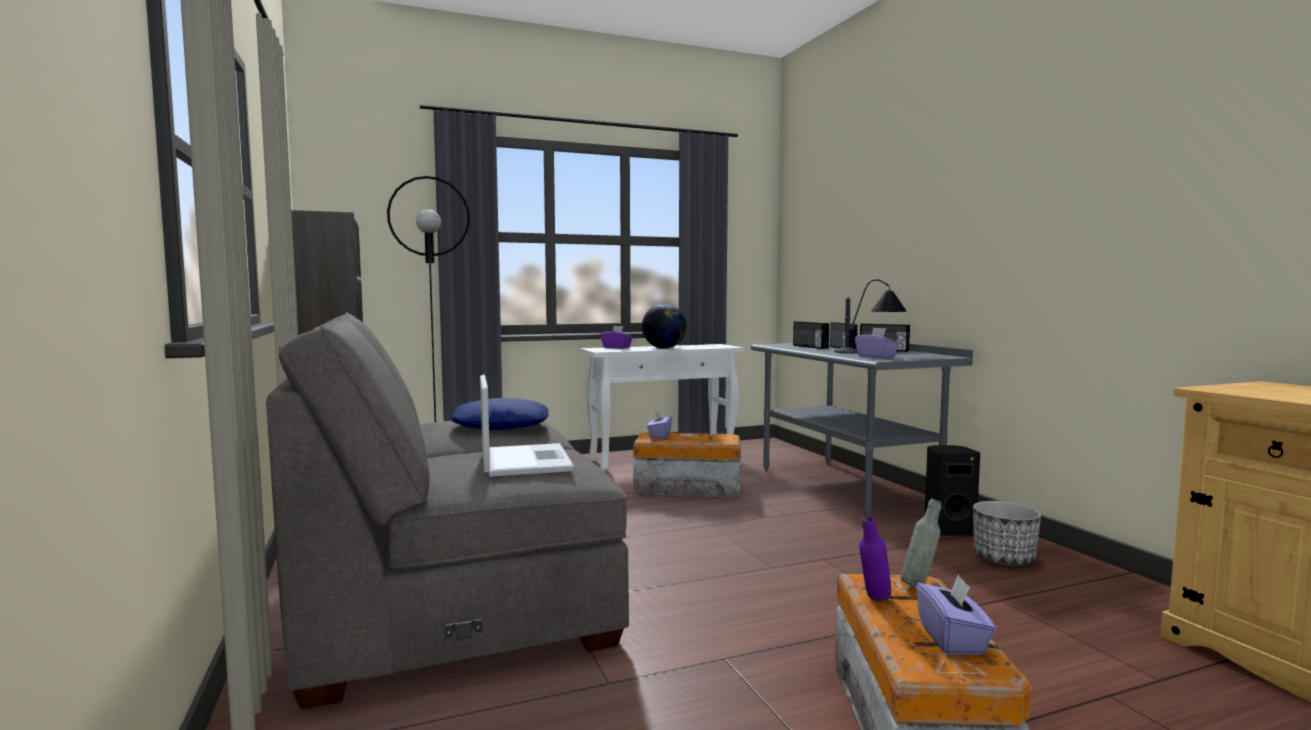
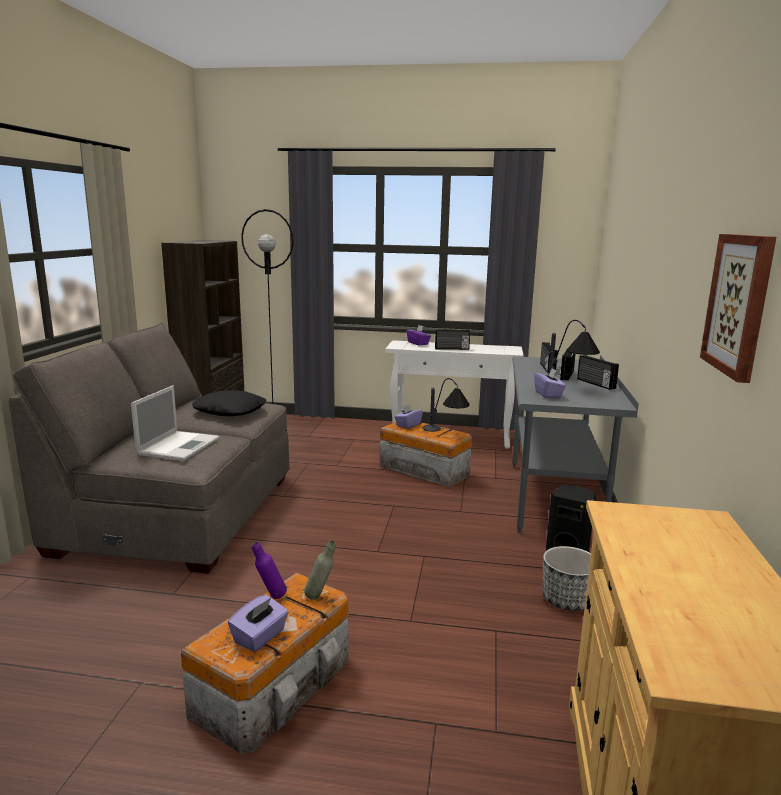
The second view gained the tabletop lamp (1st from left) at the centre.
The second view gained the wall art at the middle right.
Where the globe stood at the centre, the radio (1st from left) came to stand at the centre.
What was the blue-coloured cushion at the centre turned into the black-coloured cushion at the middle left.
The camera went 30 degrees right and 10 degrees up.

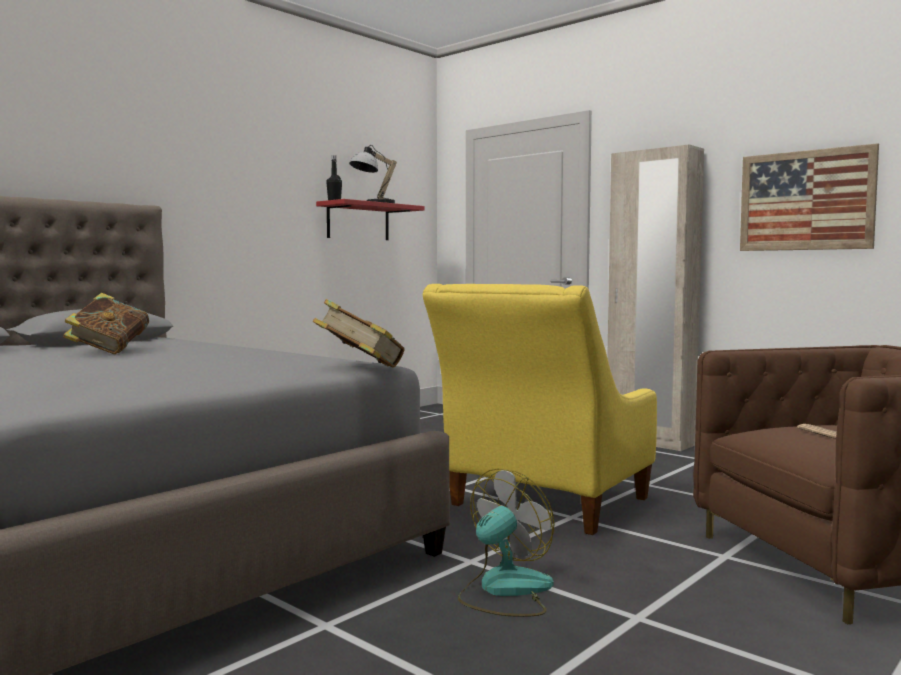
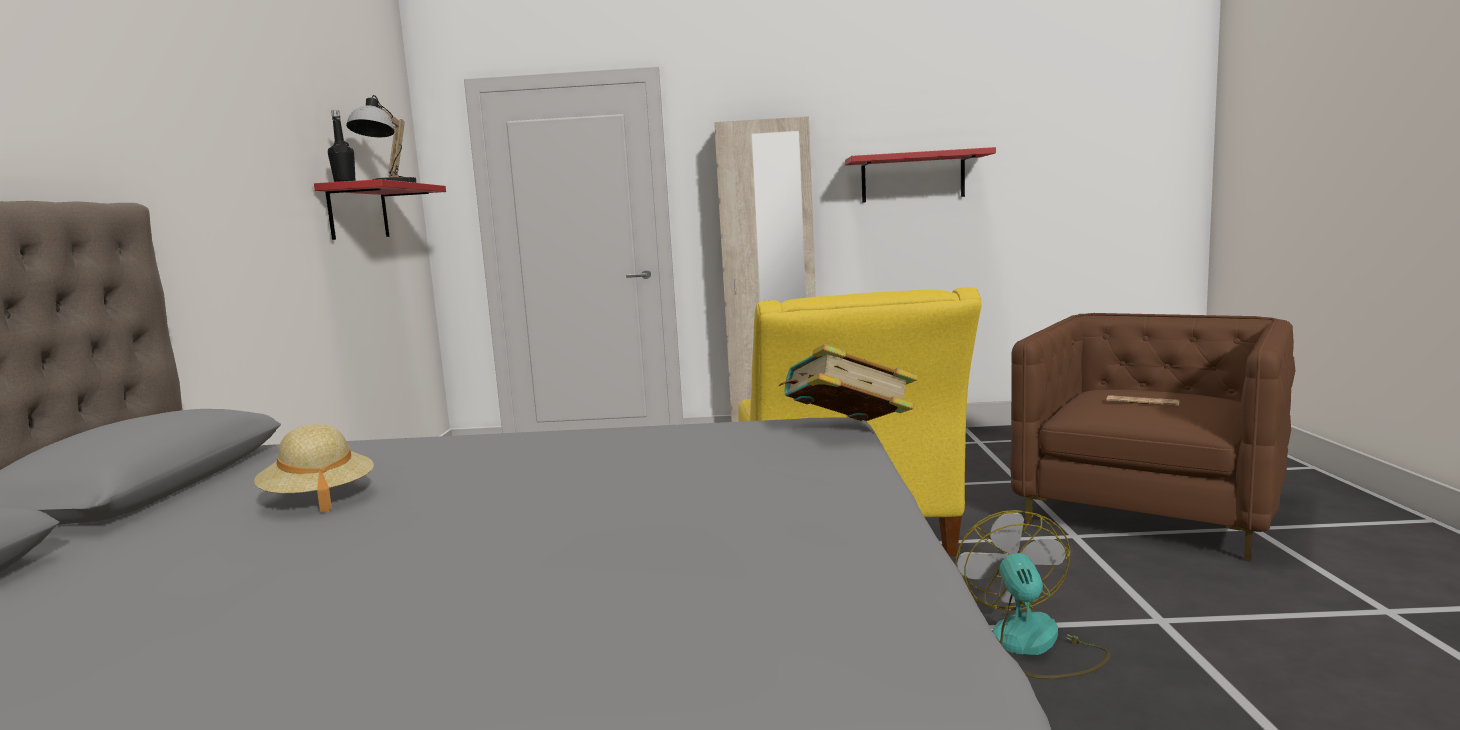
Where the book (1st from left) stood at the middle left, the beige-coloured hat came to stand at the middle left.
Where the wall art hung at the top right, the reddish shelf (2nd from left) came to hang at the top centre.
The camera went 40 degrees left and 5 degrees up.

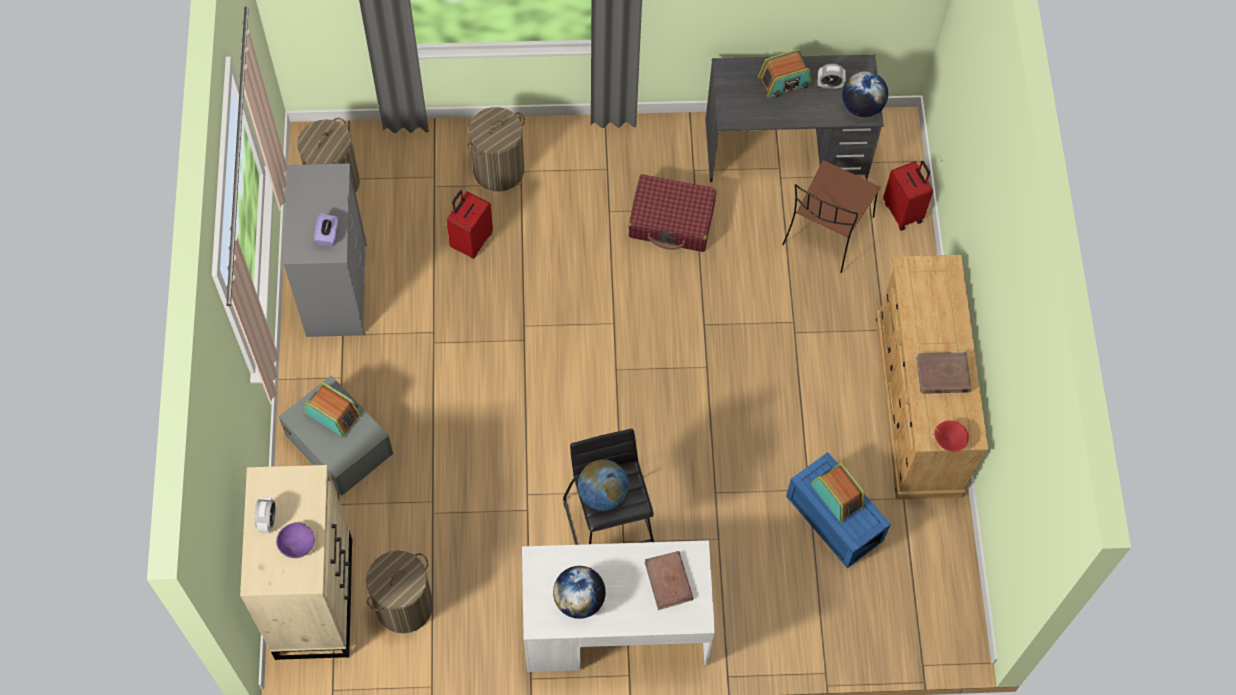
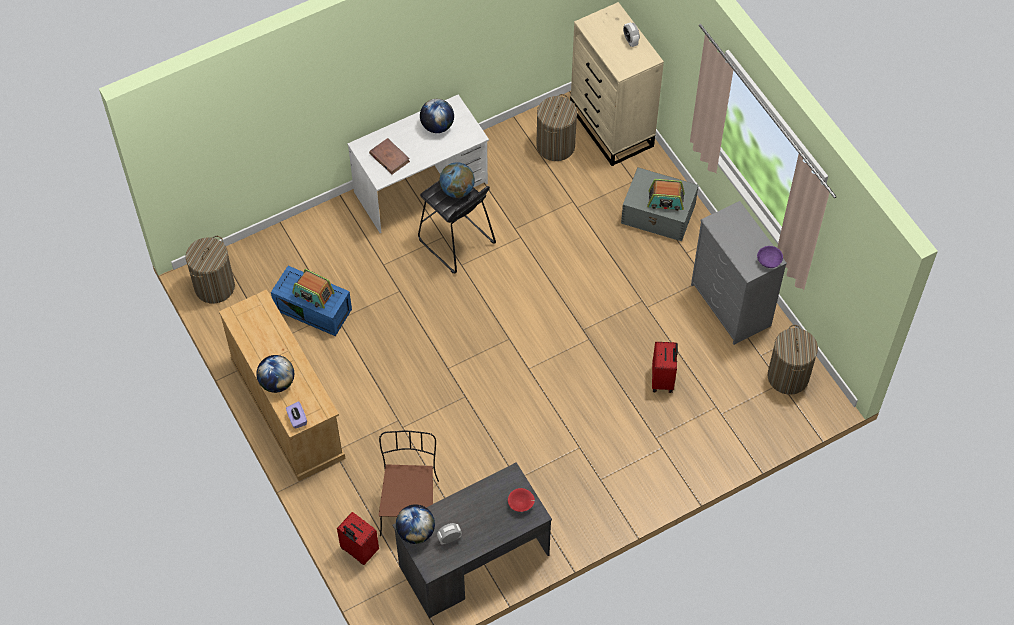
The second view lost the reddish travel case (2nd from left) at the top centre.
The second view lost the radio (2nd from left) at the top centre.
The second view lost the brown-coloured book (2nd from left) at the middle right.
The second view gained the globe (1st from left) at the middle left.
The purplish bowl ended up elsewhere, having gone from the bottom left to the middle right.
The purplish tissue box ended up elsewhere, having gone from the top left to the middle left.
The washing basket (3rd from left in the first image) ended up elsewhere, having gone from the top centre to the middle left.
The reddish bowl ended up elsewhere, having gone from the middle right to the bottom centre.
The camera went 155 degrees right and 5 degrees down.

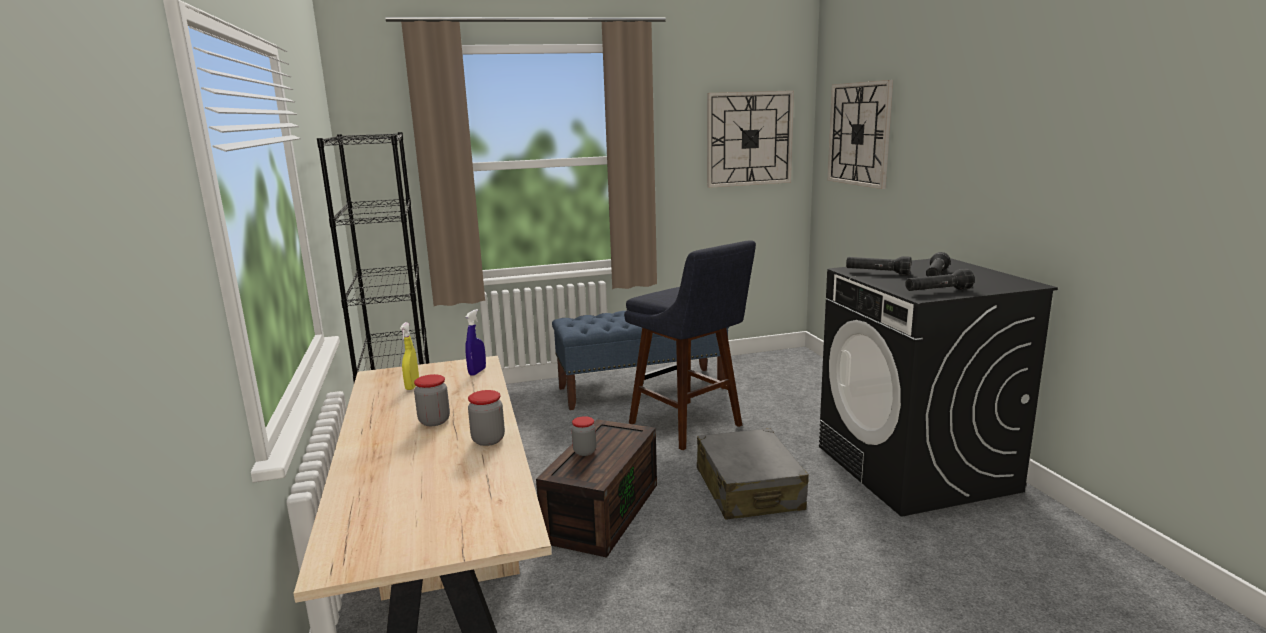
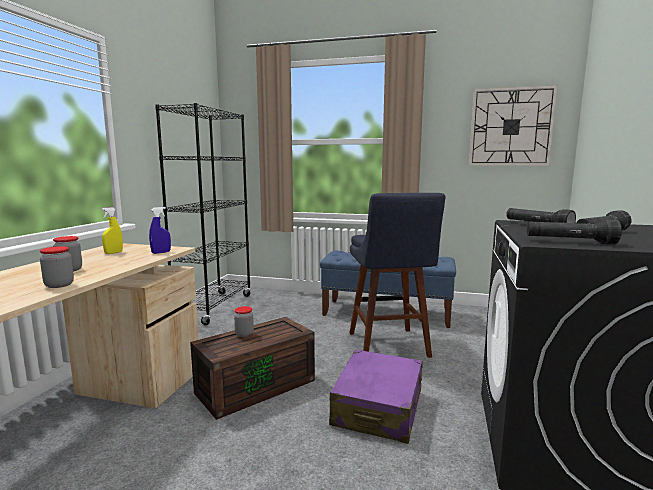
The second view lost the hanging clock (2nd from left) at the top right.
What was the gray travel case at the bottom centre turned into the purplish travel case at the bottom centre.
The camera went 30 degrees right and 5 degrees down.

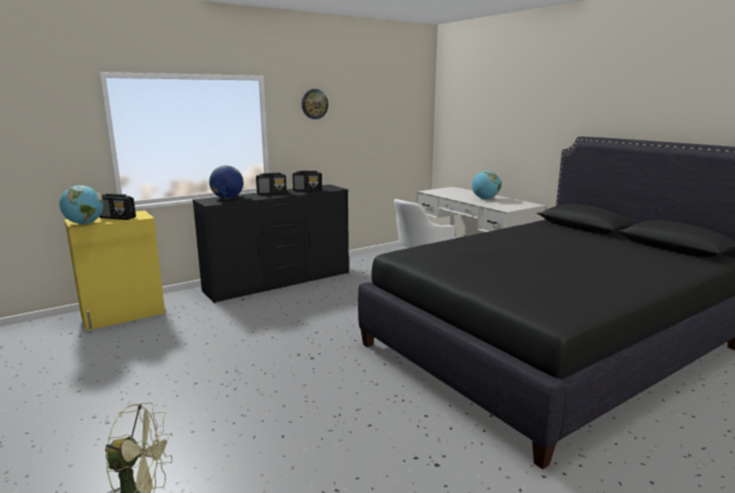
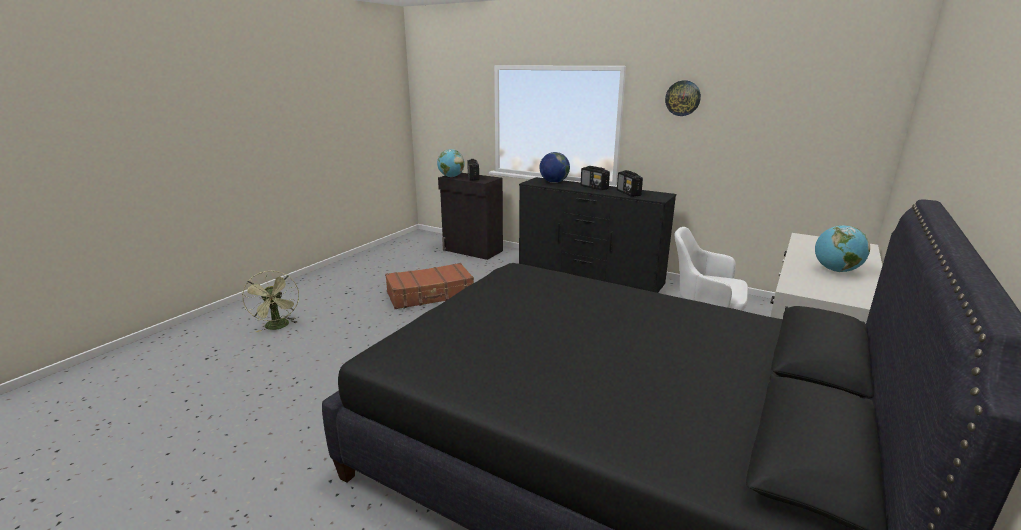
The second view gained the brown-coloured travel case at the centre.
What was the yellow cupboard at the middle left turned into the black-coloured cupboard at the centre.
The camera went 65 degrees right and 5 degrees up.

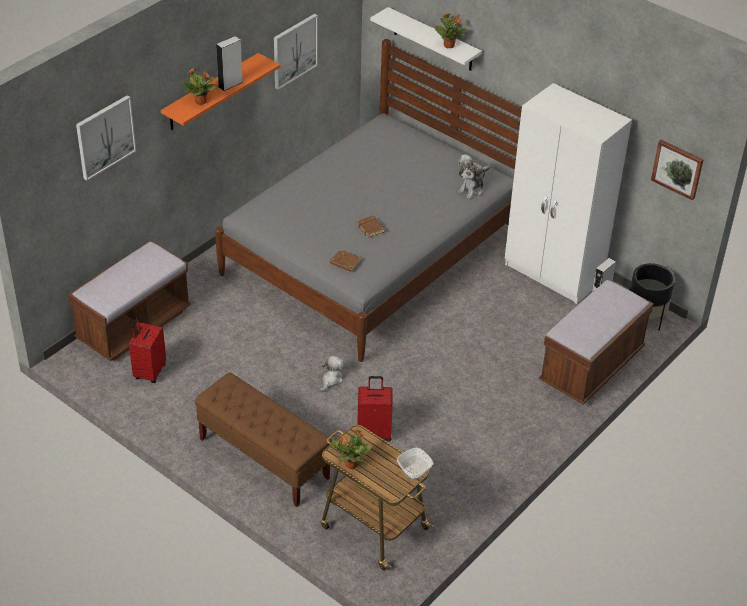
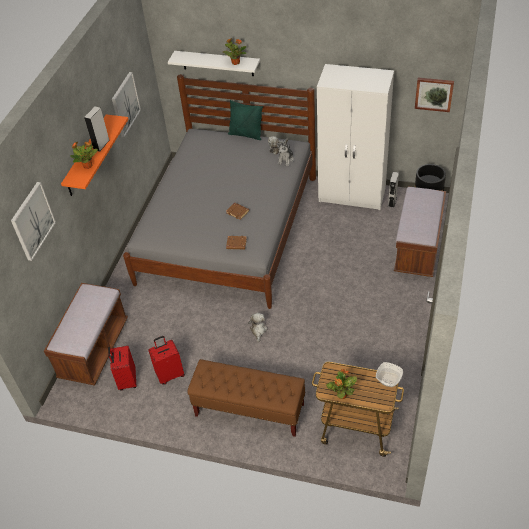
The second view gained the green-coloured cushion at the top centre.
The reddish travel case (2nd from left) ended up elsewhere, having gone from the bottom centre to the bottom left.
The camera went 20 degrees left and 5 degrees up.

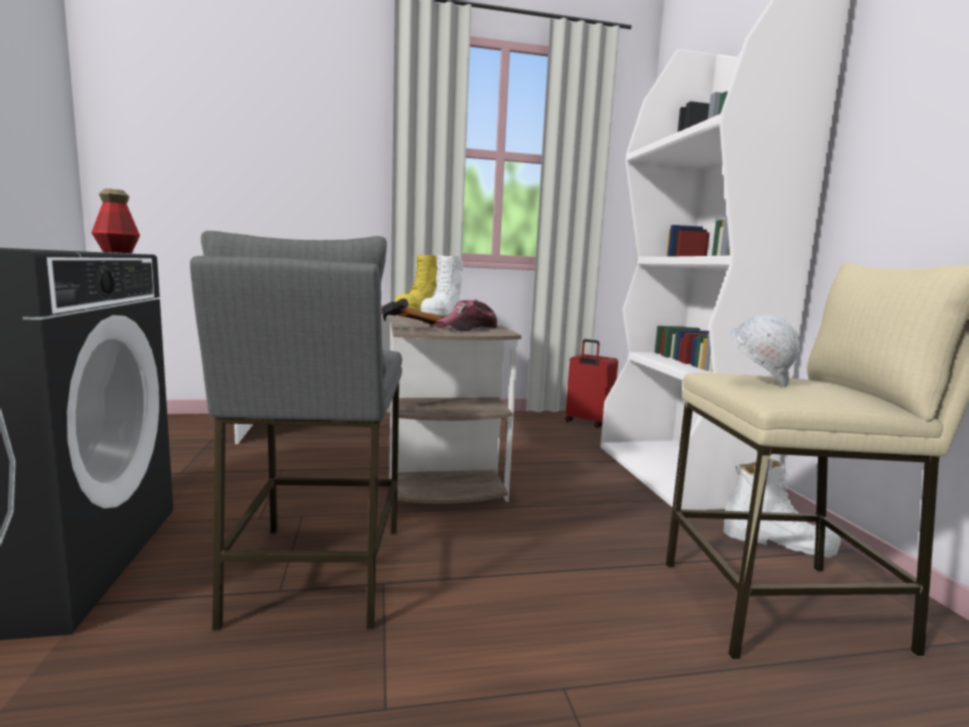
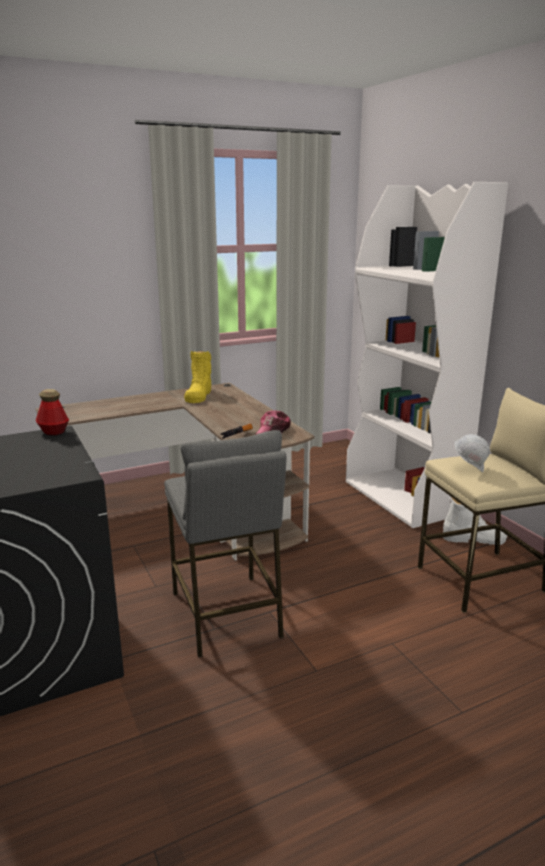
The second view lost the white-coloured boot (1st from left) at the centre.
The second view lost the reddish travel case at the centre.
The camera went 15 degrees left and 10 degrees up.

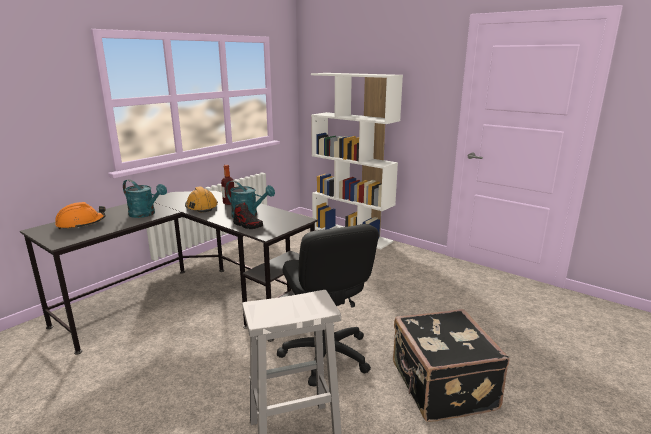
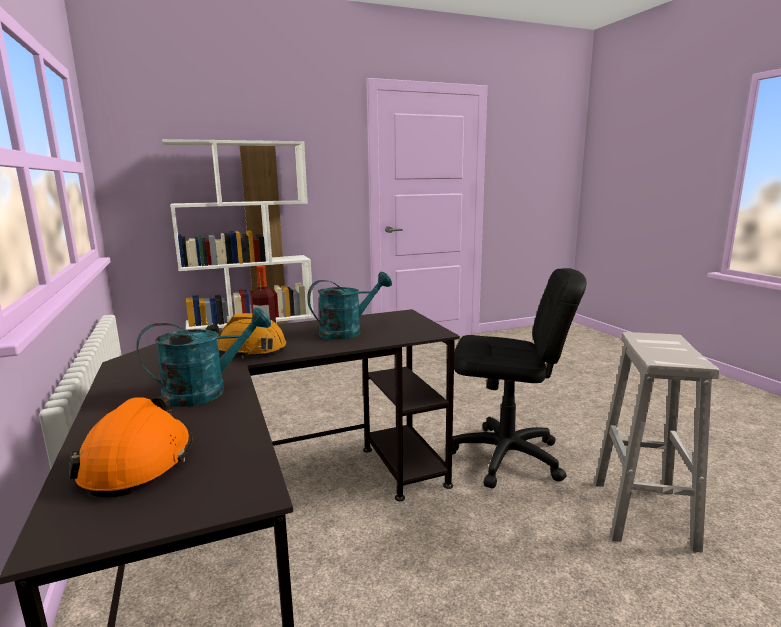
The second view lost the shoe at the centre.
The second view lost the black-coloured travel case at the bottom right.
The camera went 60 degrees left and 5 degrees down.

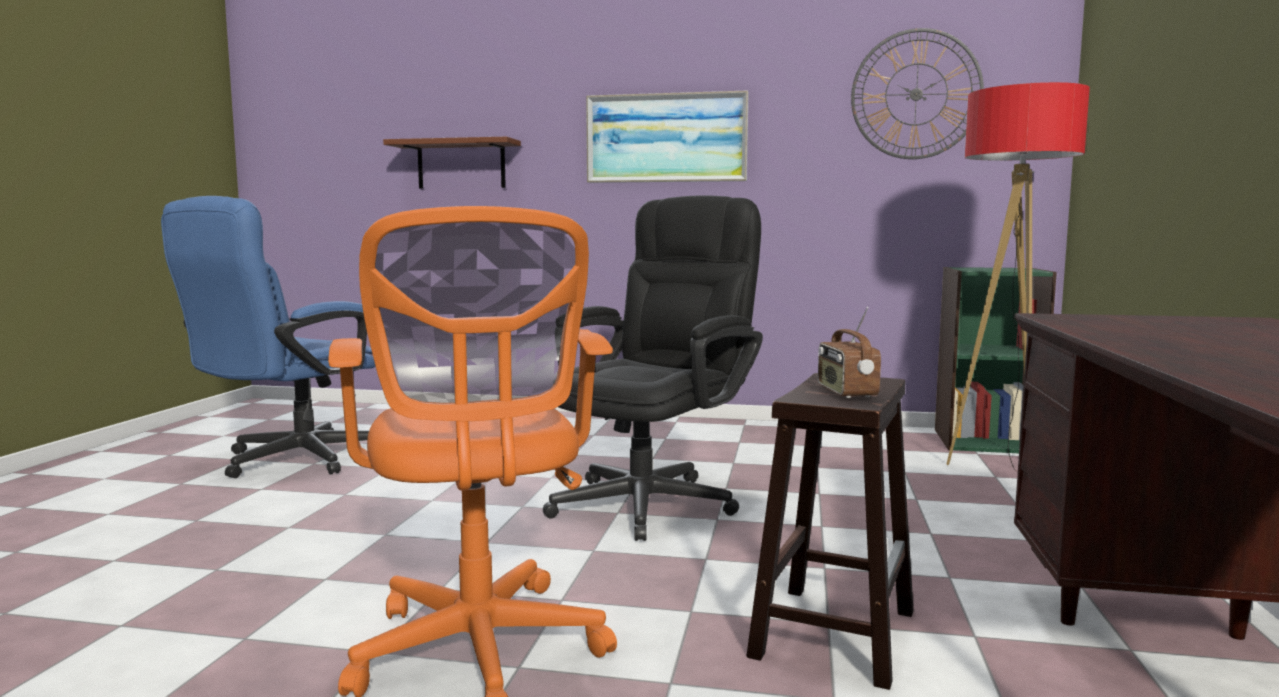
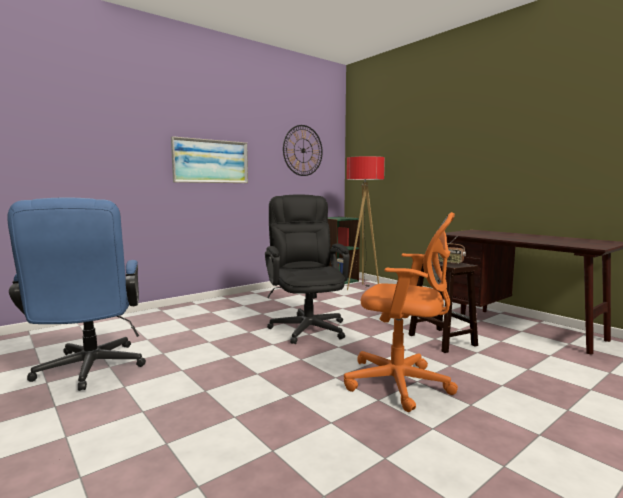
The second view lost the brown-coloured shelf at the top centre.
The camera went 50 degrees left and 0 degrees up.

